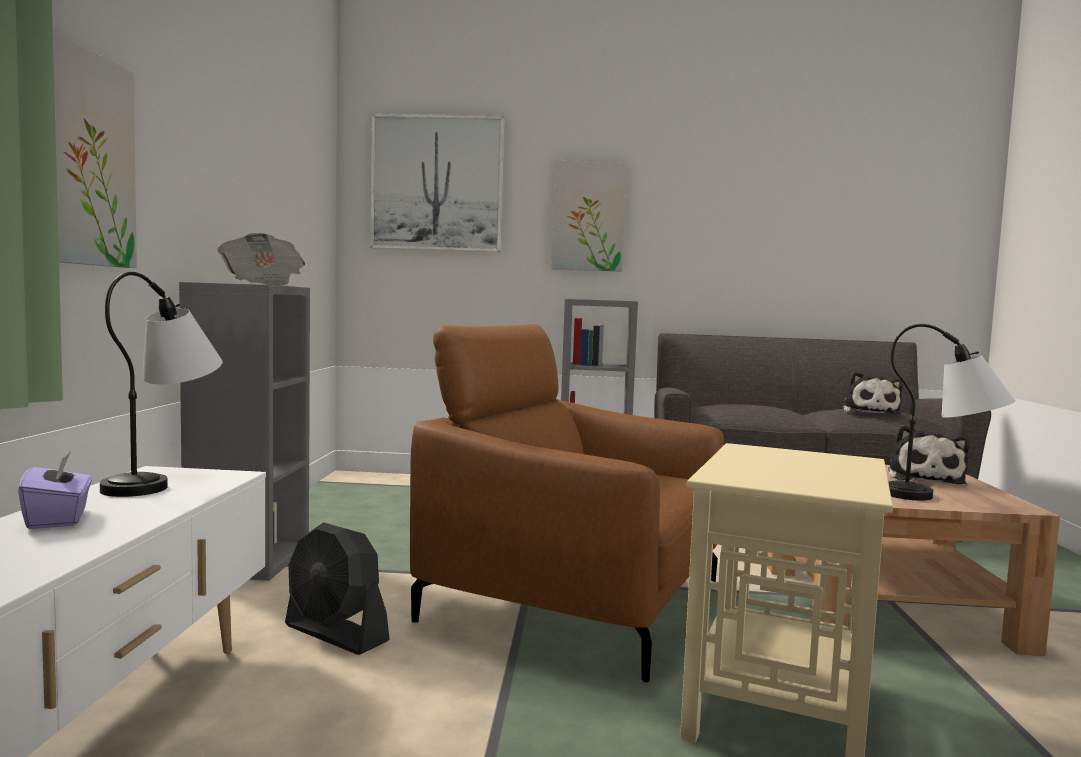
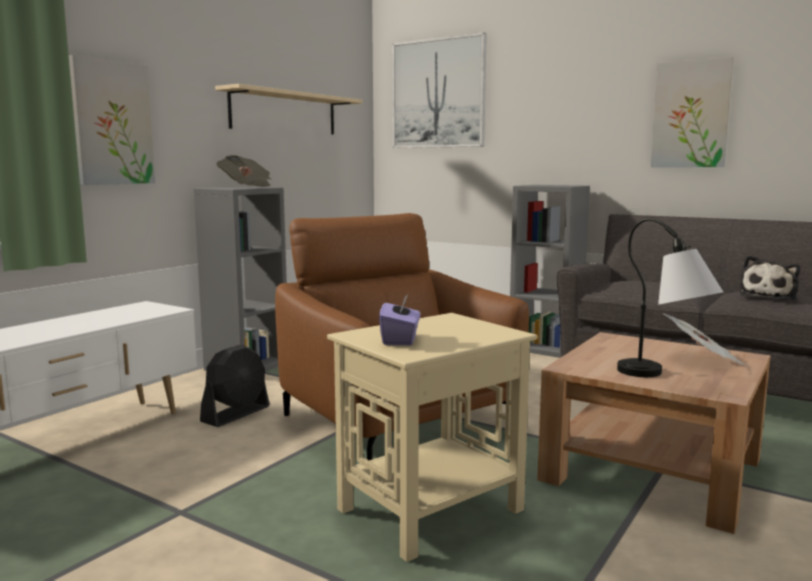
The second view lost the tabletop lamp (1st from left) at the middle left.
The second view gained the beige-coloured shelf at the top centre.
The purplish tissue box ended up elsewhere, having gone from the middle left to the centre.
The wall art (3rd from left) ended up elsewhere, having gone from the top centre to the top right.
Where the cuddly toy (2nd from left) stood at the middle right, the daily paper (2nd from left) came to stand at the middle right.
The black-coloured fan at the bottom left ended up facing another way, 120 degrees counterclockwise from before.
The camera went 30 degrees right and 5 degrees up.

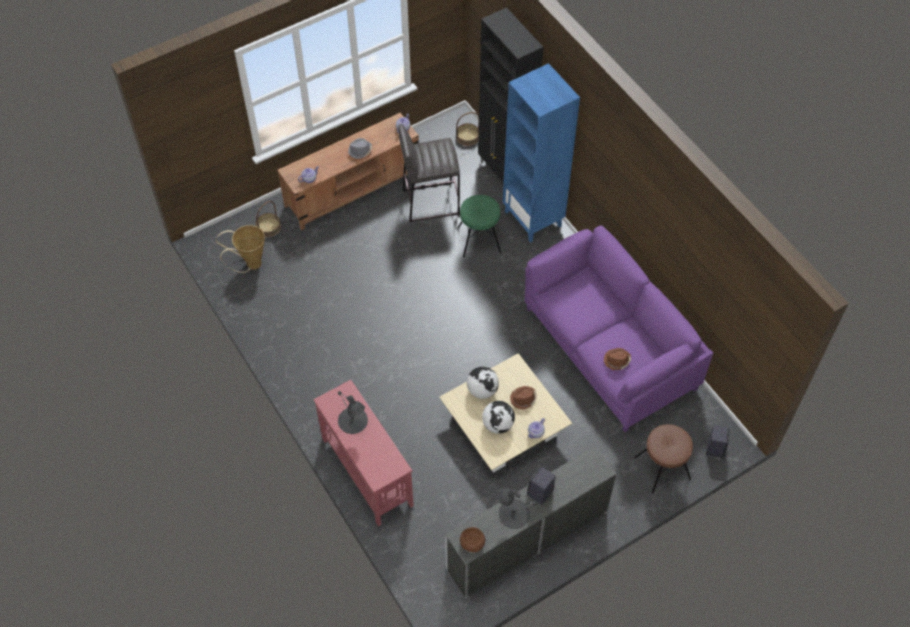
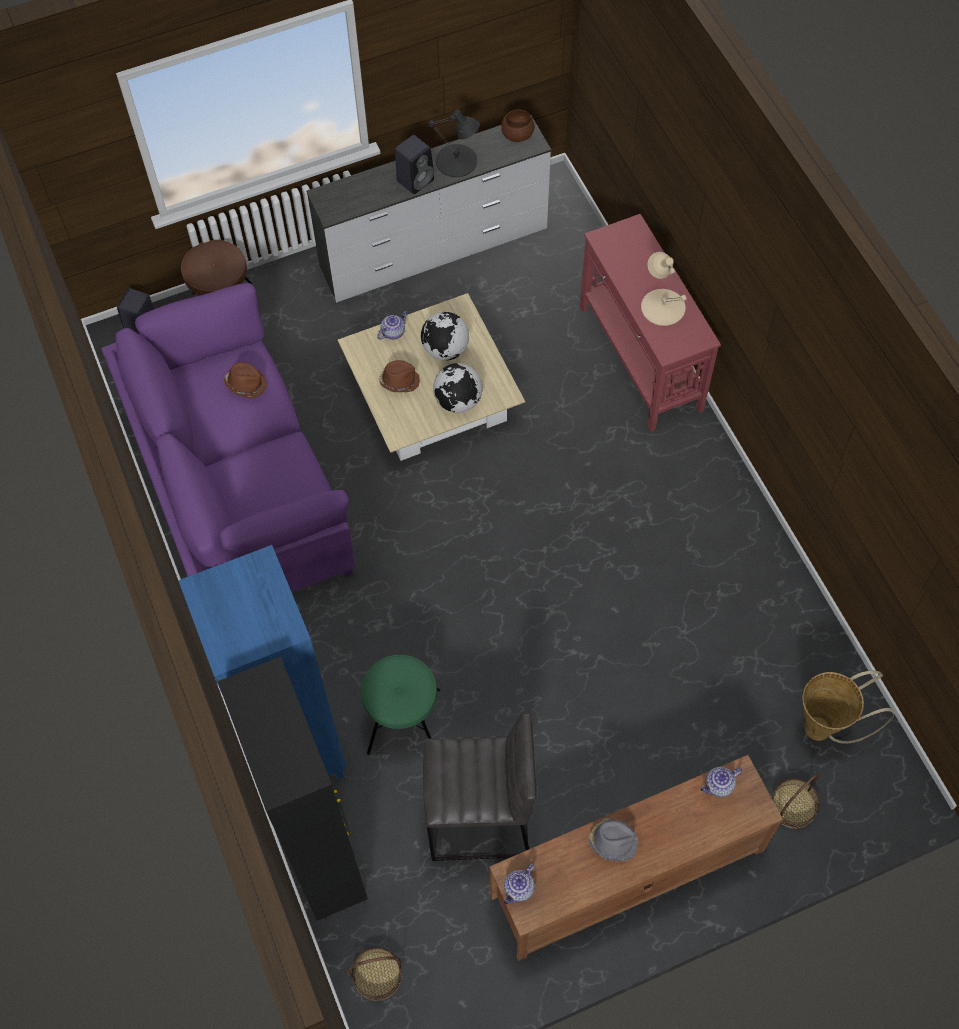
What was the black-coloured tabletop lamp (1st from left) at the centre turned into the beige-coloured tabletop lamp at the top right.
The camera went 170 degrees left and 5 degrees up.

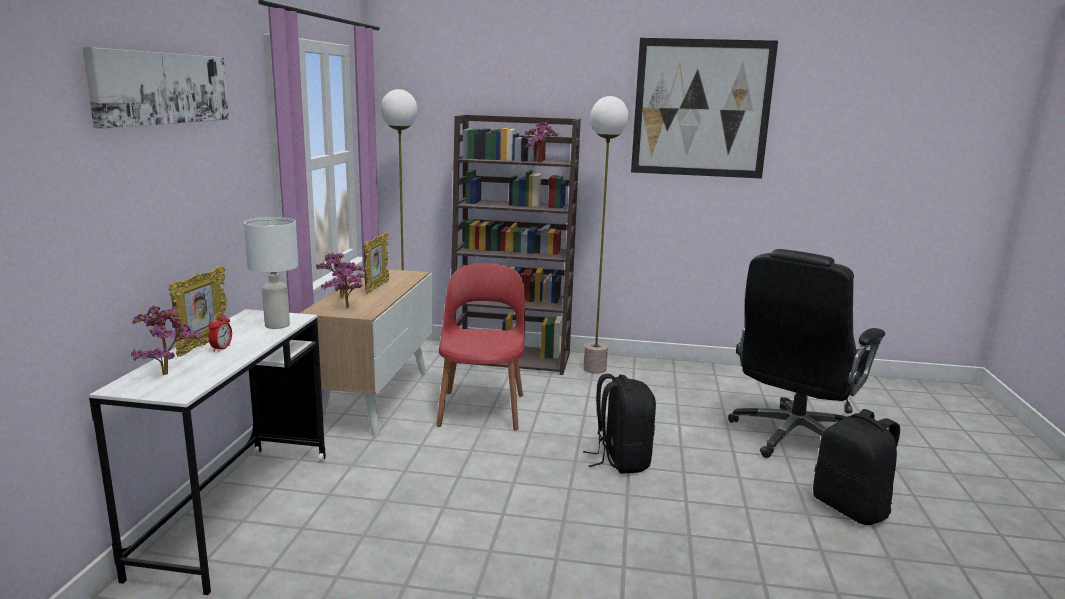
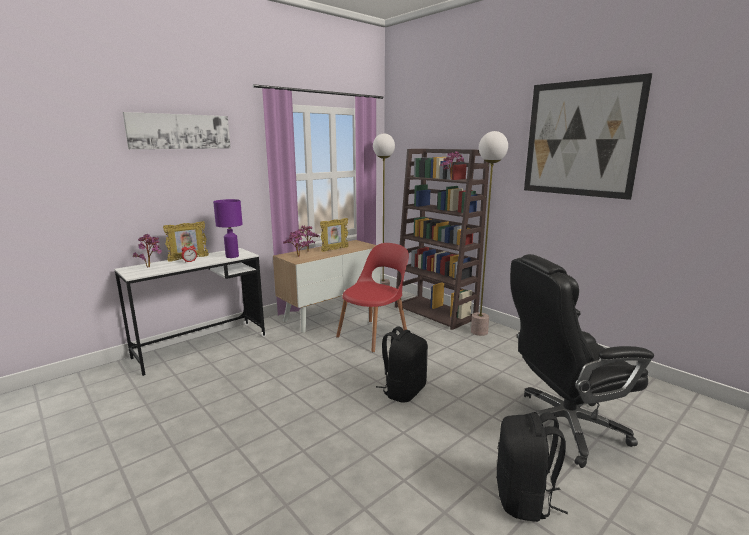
What was the white-coloured tabletop lamp at the middle left turned into the purplish tabletop lamp at the middle left.
The camera went 40 degrees right and 0 degrees up.

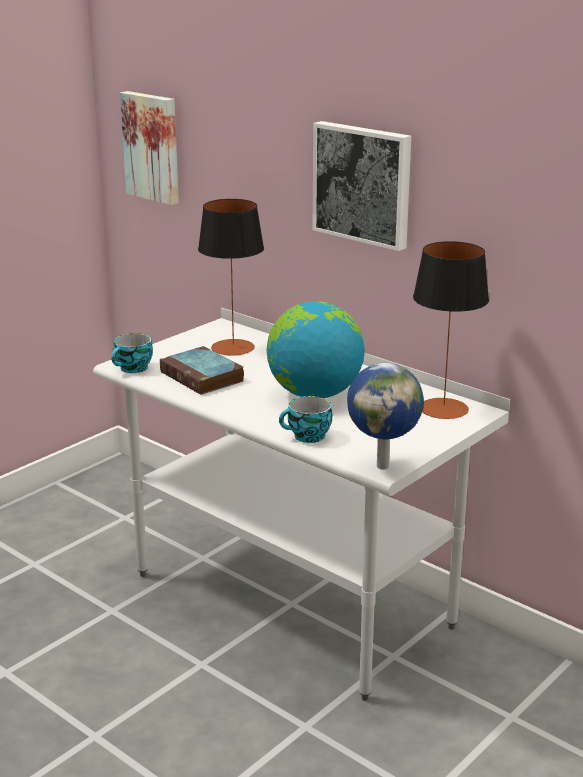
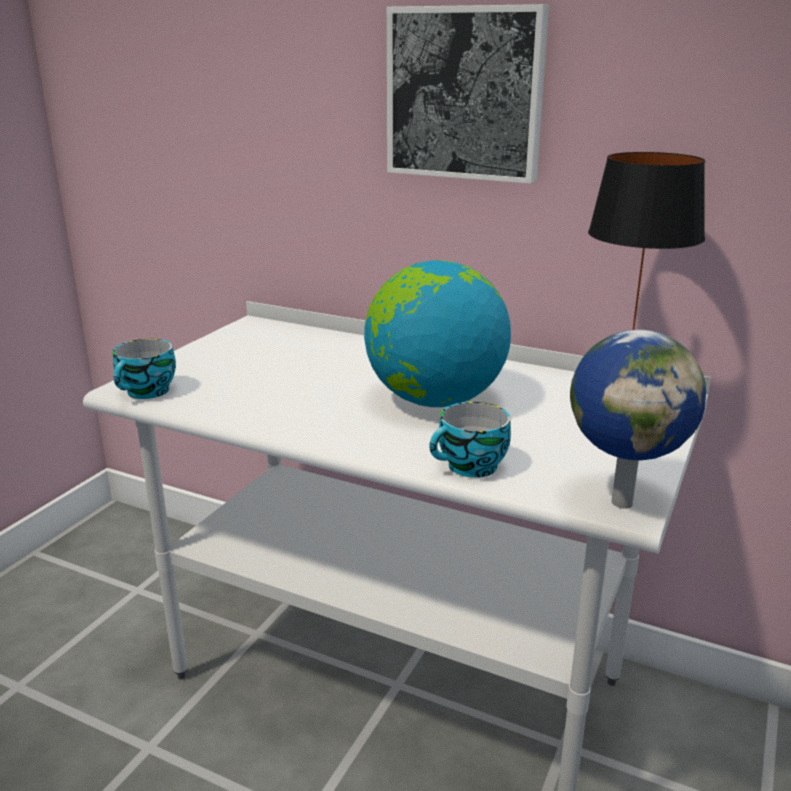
The second view lost the wall art (1st from left) at the top left.
The second view lost the book at the centre.
The second view lost the tabletop lamp (1st from left) at the centre.
The camera went 15 degrees left and 0 degrees up.

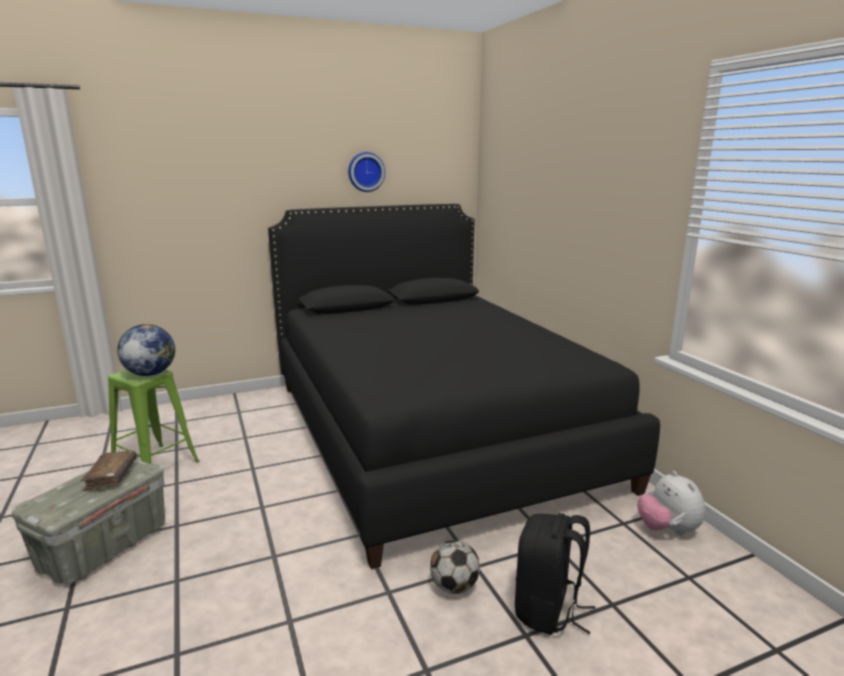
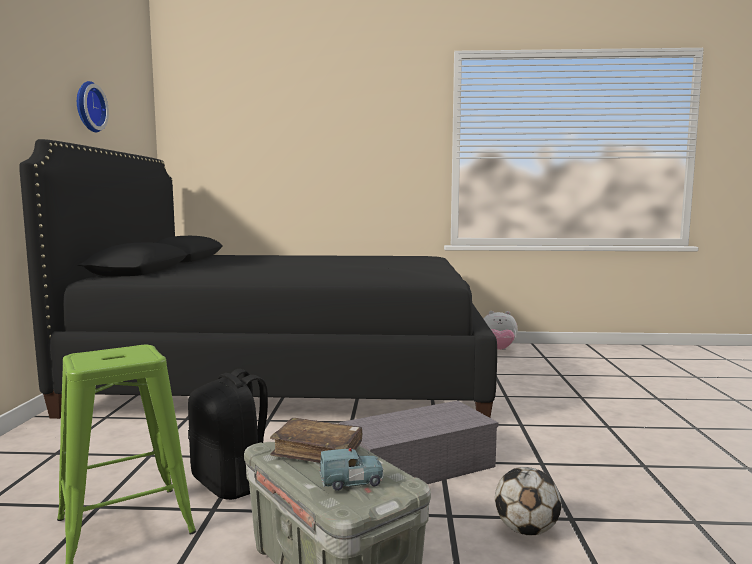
The second view lost the globe at the middle left.
The second view gained the blue-coloured model car at the bottom centre.
The second view gained the gray storage bin (2nd from left) at the bottom centre.
The football ended up elsewhere, having gone from the bottom centre to the bottom right.
The black-coloured knapsack ended up elsewhere, having gone from the bottom centre to the bottom left.
The camera went 65 degrees left and 10 degrees down.

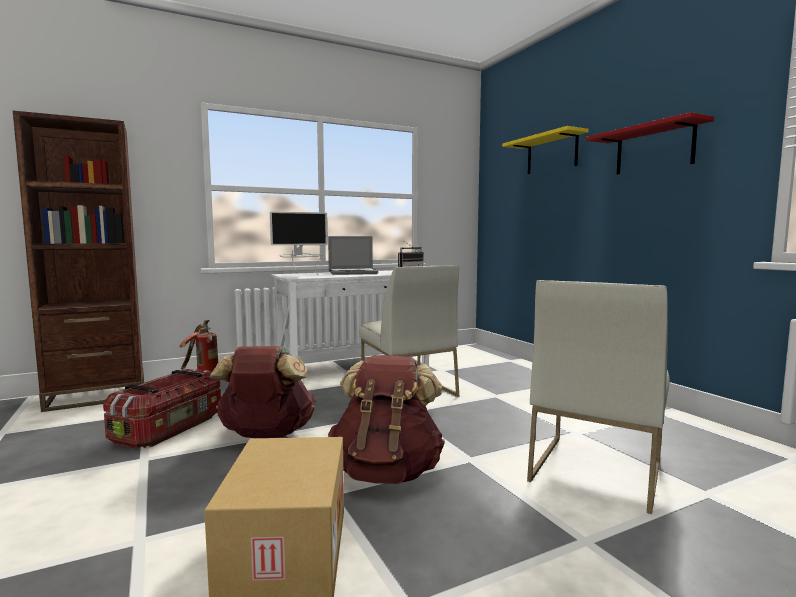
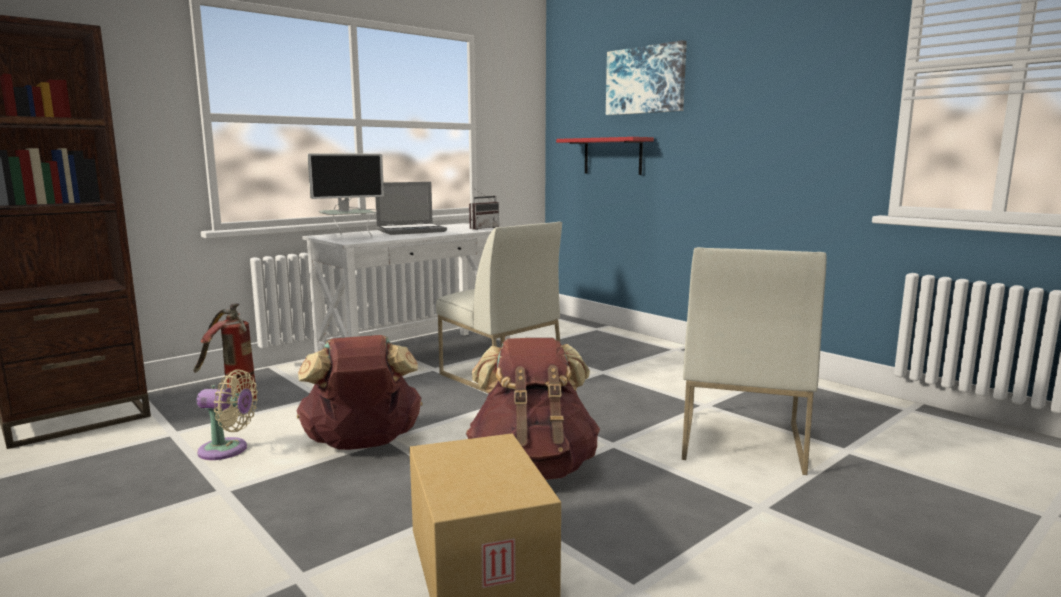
The reddish shelf ended up elsewhere, having gone from the top right to the top centre.
Where the storage bin stood at the bottom left, the beige-coloured fan came to stand at the bottom left.
Where the yellow shelf hung at the top right, the wall art came to hang at the top centre.
The camera went 15 degrees left and 5 degrees up.

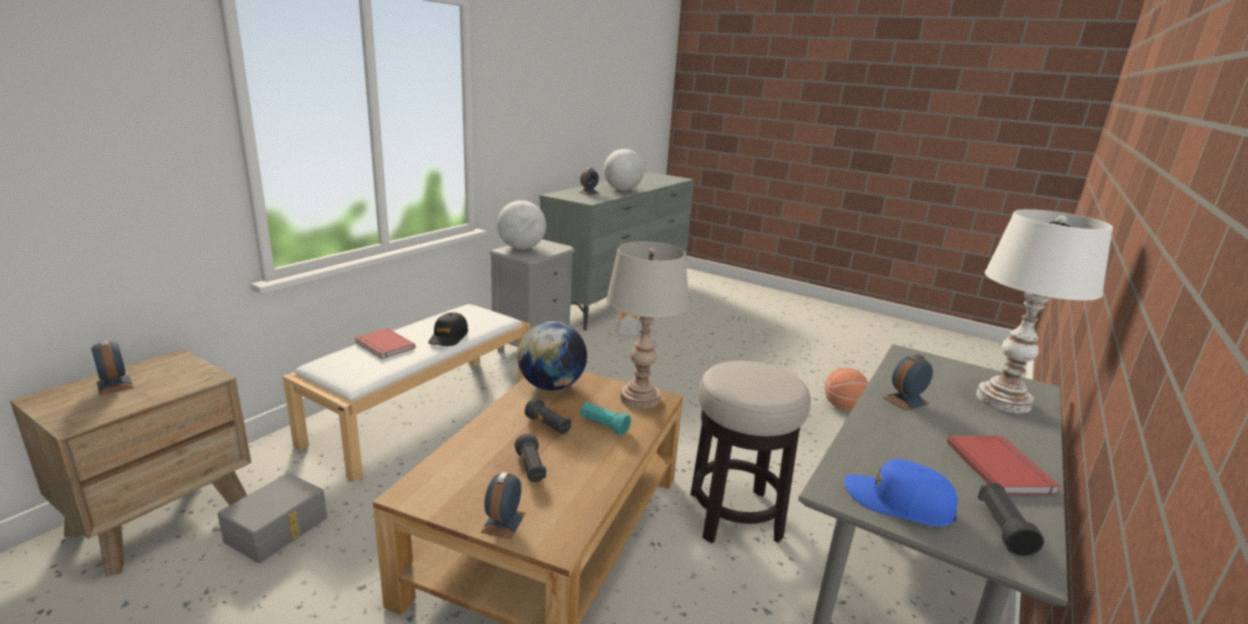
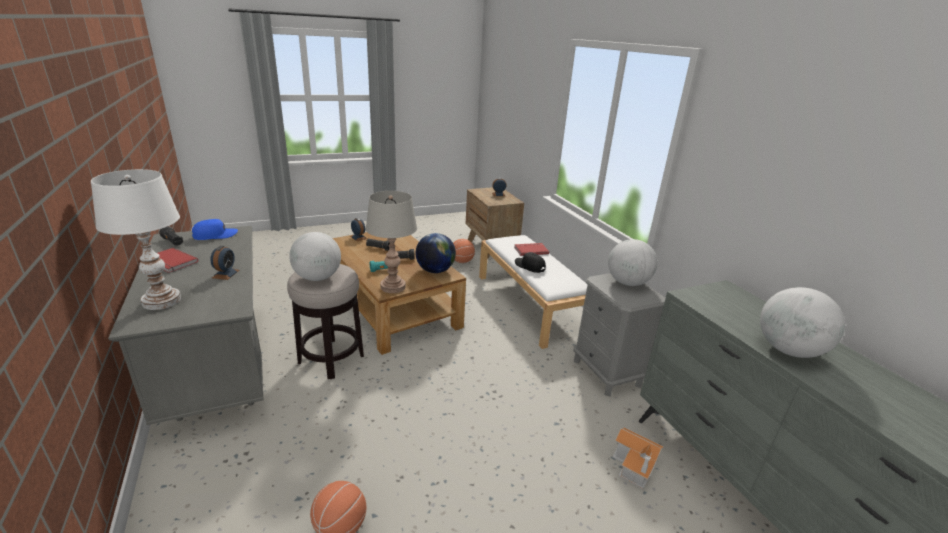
The second view lost the alarm clock (3rd from left) at the top centre.
The second view gained the globe (1st from left) at the middle left.
Where the gray storage bin stood at the bottom left, the basketball ball (2nd from left) came to stand at the centre.
The camera went 125 degrees right and 5 degrees up.

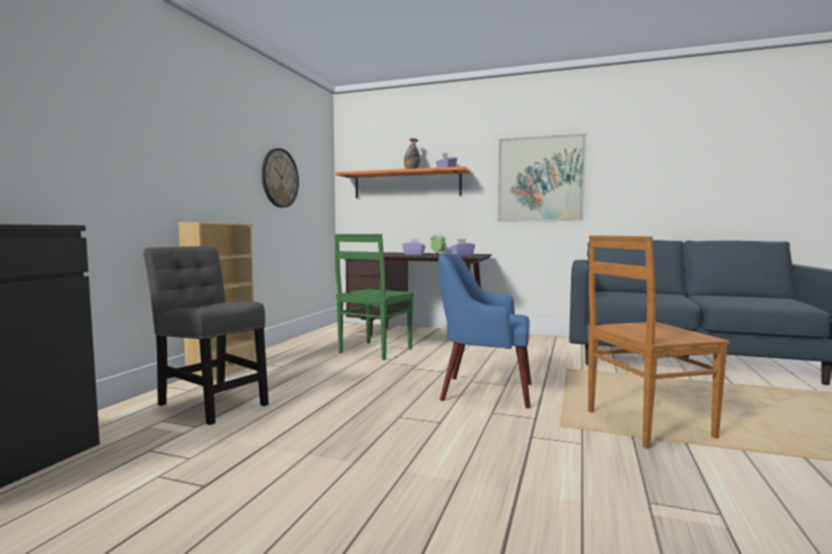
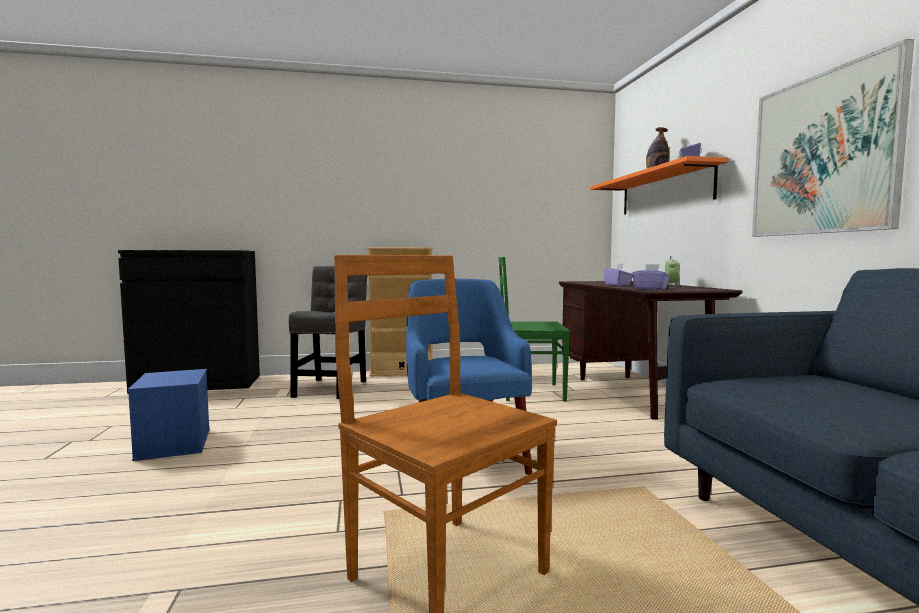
The second view lost the hanging clock at the top centre.
The second view gained the blue-coloured storage bin at the bottom left.
The camera went 60 degrees right and 0 degrees up.

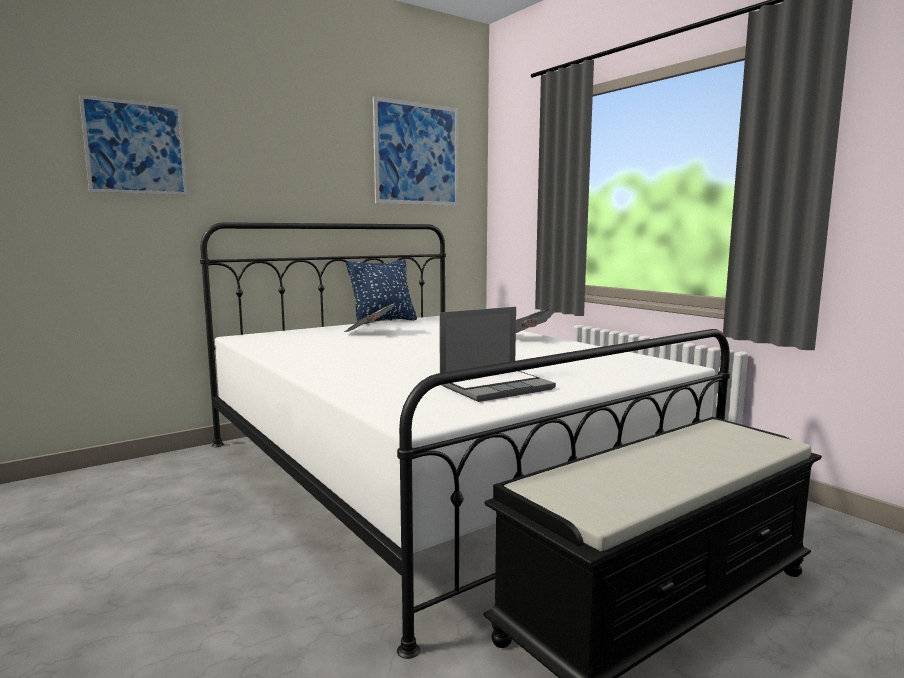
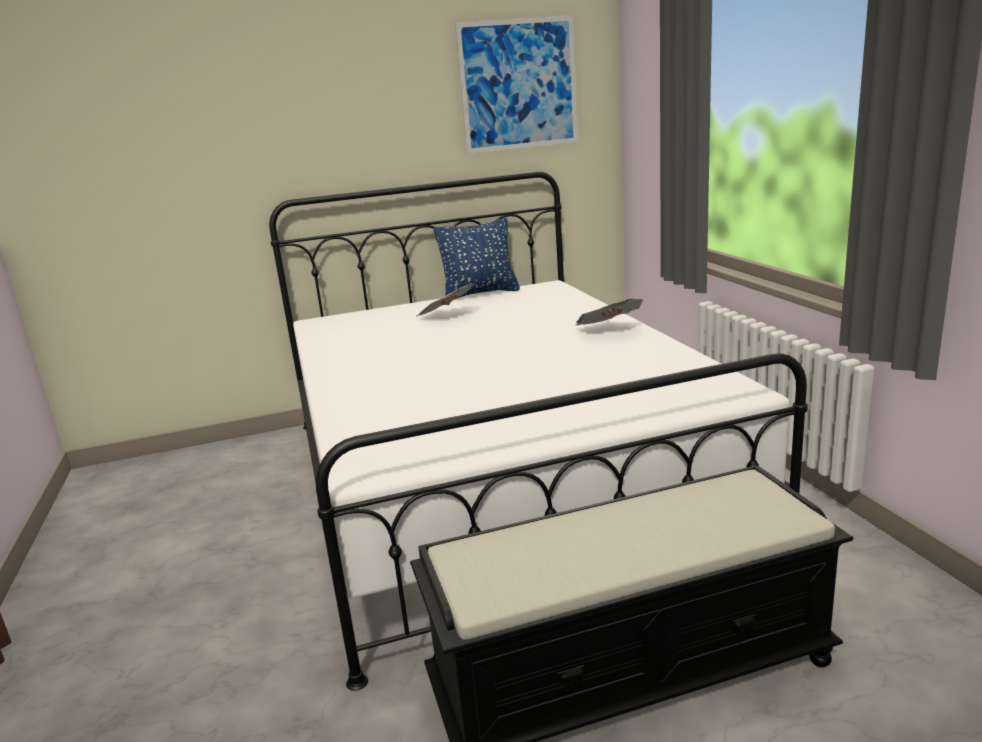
The second view lost the wall art (1st from left) at the top left.
The second view lost the portable computer at the centre.
The camera went 20 degrees right and 10 degrees up.

